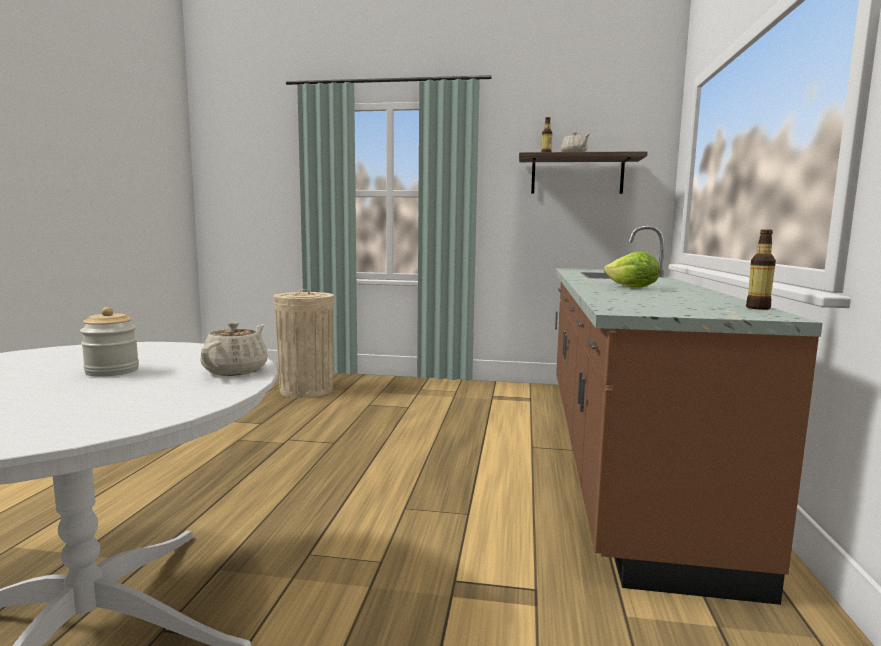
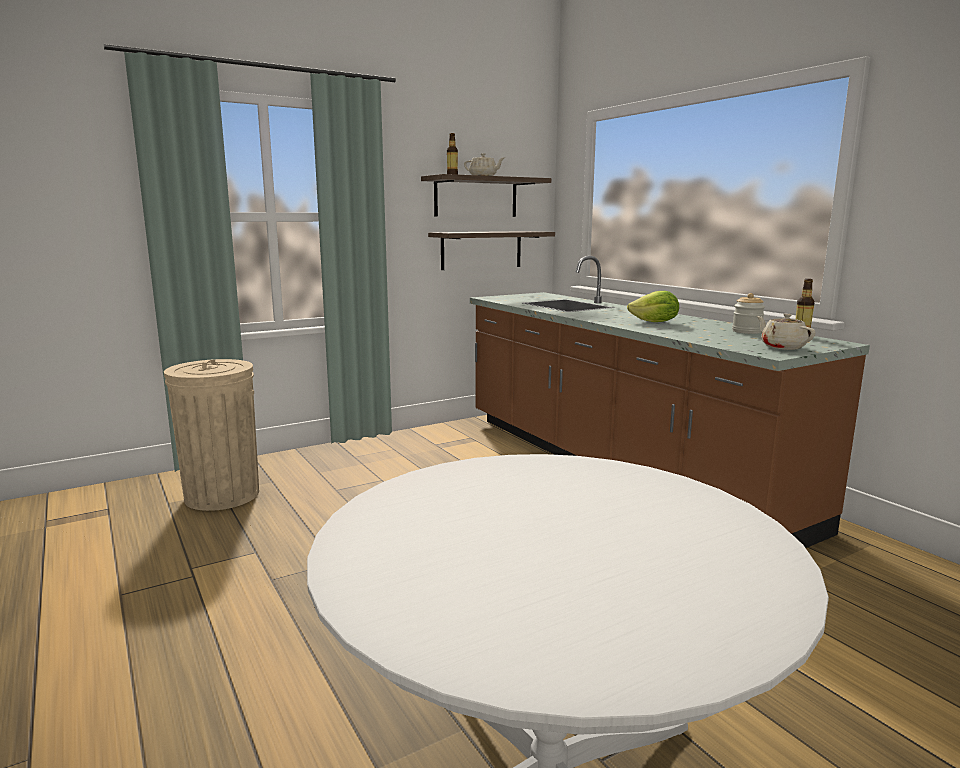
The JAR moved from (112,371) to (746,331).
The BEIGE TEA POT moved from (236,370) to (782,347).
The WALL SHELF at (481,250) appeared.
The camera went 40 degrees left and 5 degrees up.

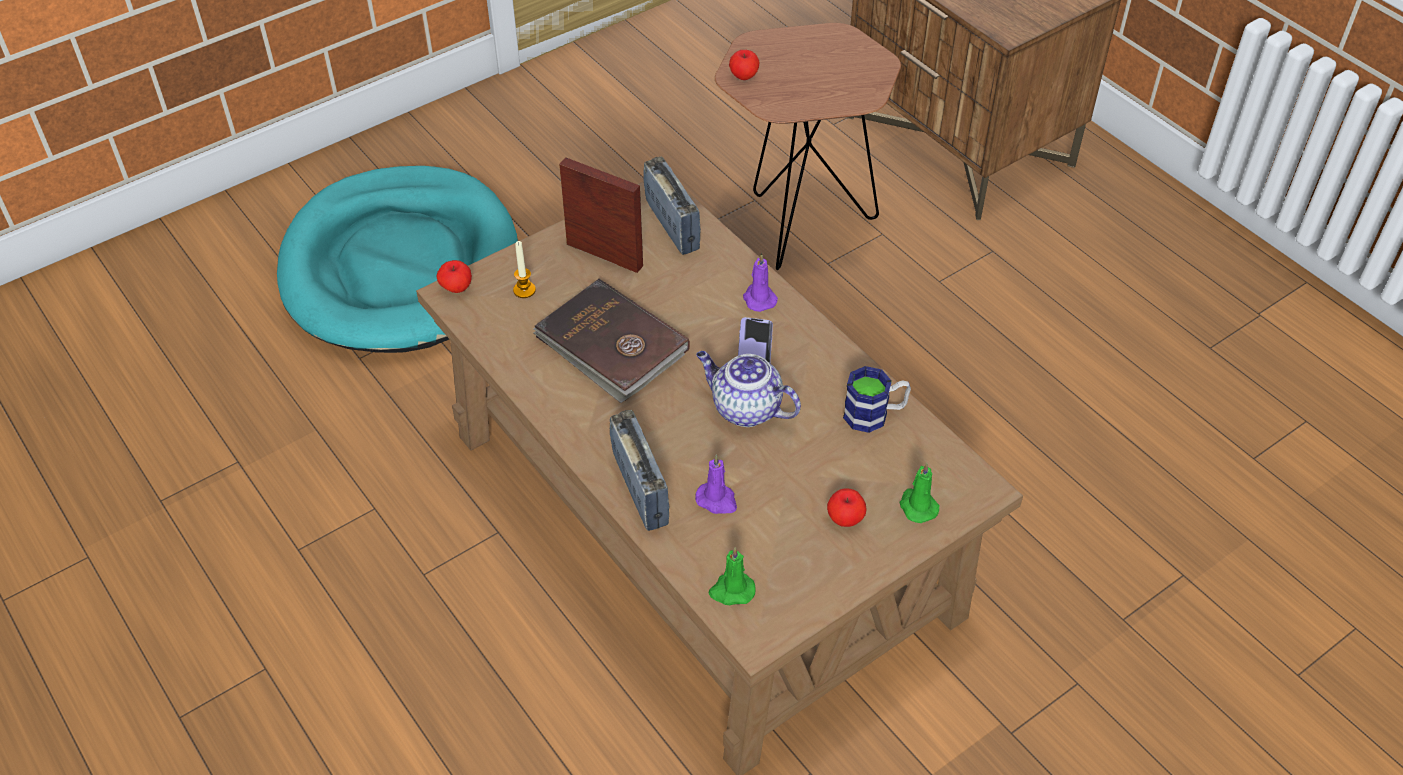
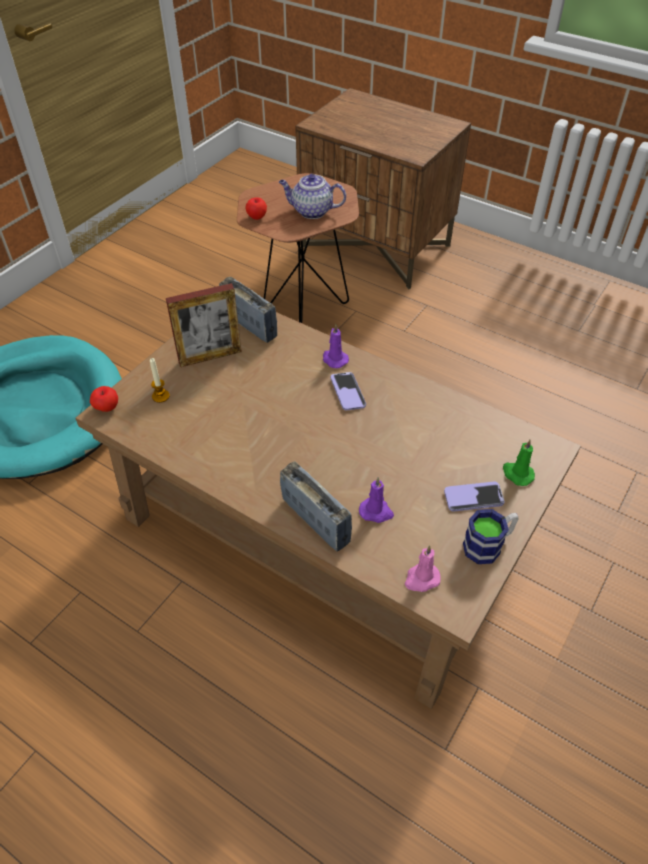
The STANDING FRAME at (604,255) turned 150 degrees clockwise.
The BROWN BOOK at (611,346) disappeared.
The TEA POT moved from (745,408) to (311,211).
The TEA MUG moved from (874,414) to (488,545).
The APPLE at (845,518) was replaced by the TELEPHONE at (473,497).
The GREEN WAX LIGHT at (731,591) became the PINK WAX LIGHT at (421,579).
The camera went 20 degrees left and 0 degrees up.

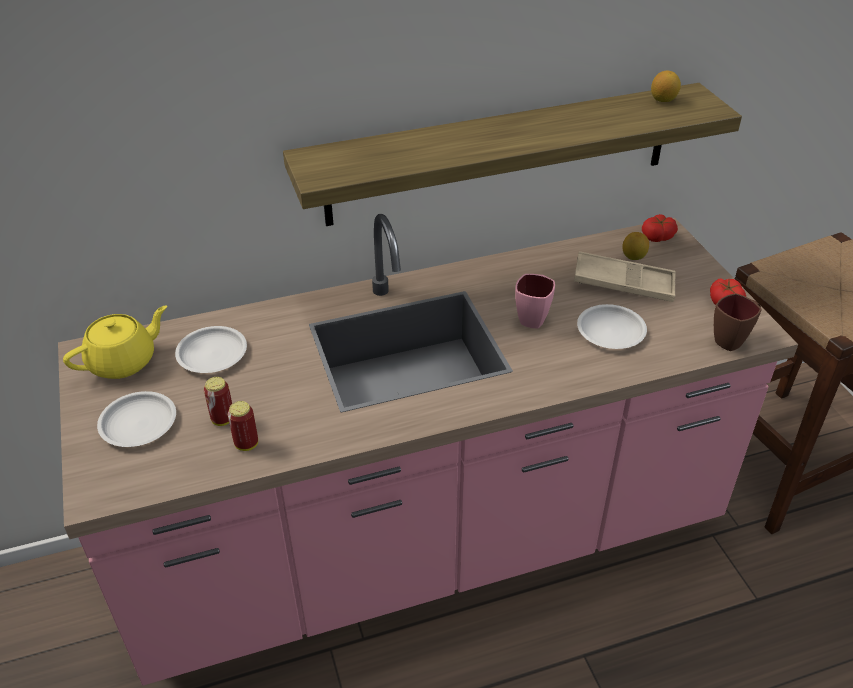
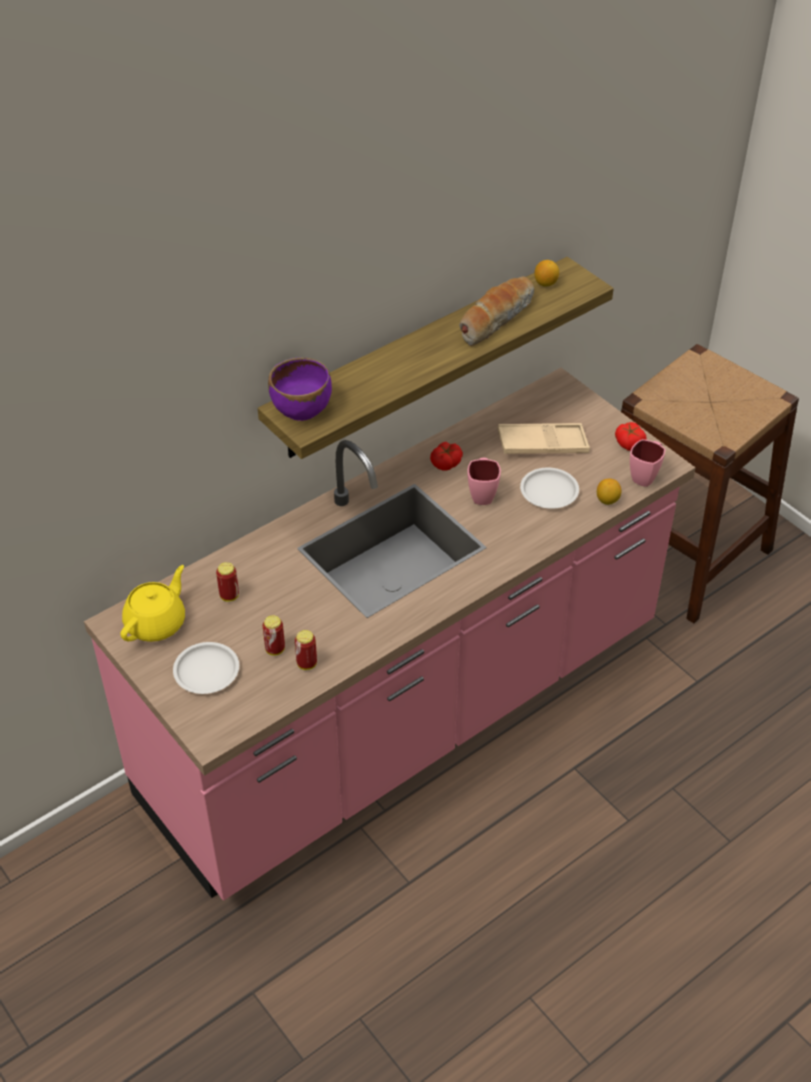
The WHOLE TOMATO moved from (658,236) to (446,463).
The CITRUS FRUIT moved from (633,257) to (607,500).
The BROWN TEA MUG at (733,339) became the PINK TEA MUG at (645,476).
The WHITE PLATE at (212,353) was replaced by the CAN at (229,596).
The BAKED BREAD at (495,318) appeared.
The PURPLE-COLOURED BOWL at (302,409) appeared.
The camera went 20 degrees left and 5 degrees up.

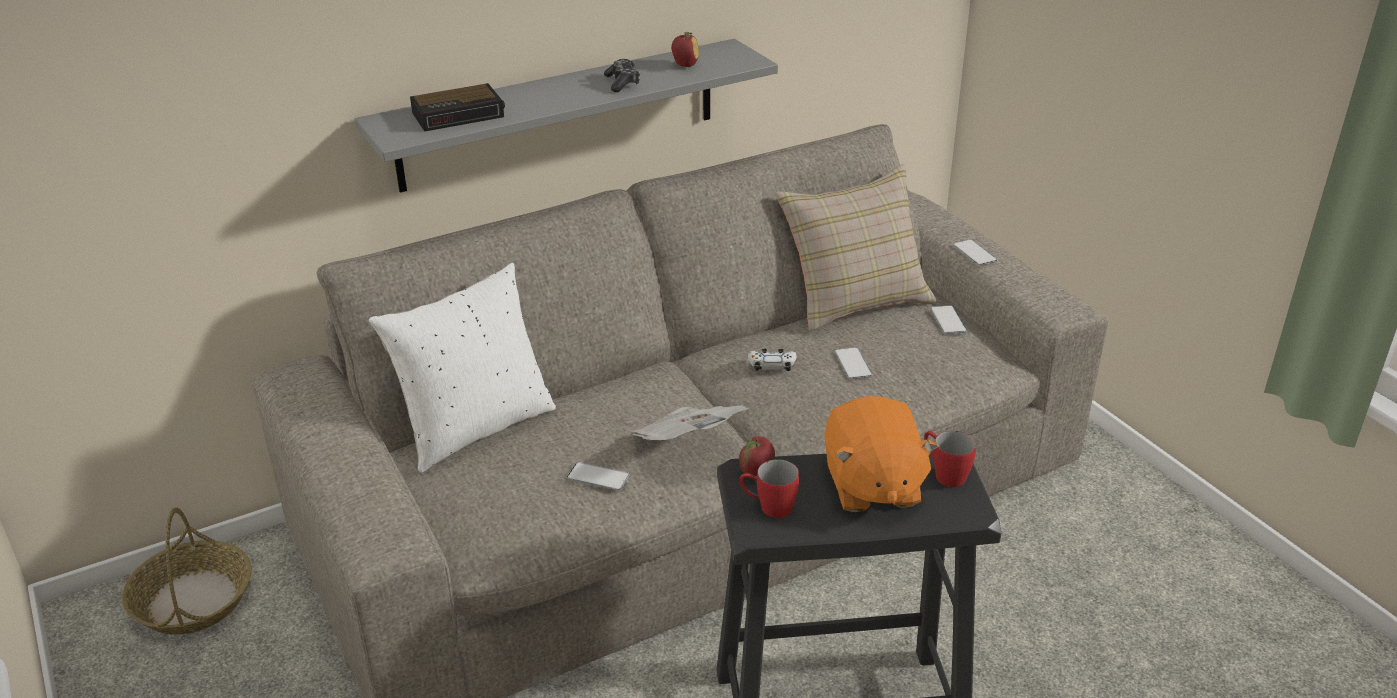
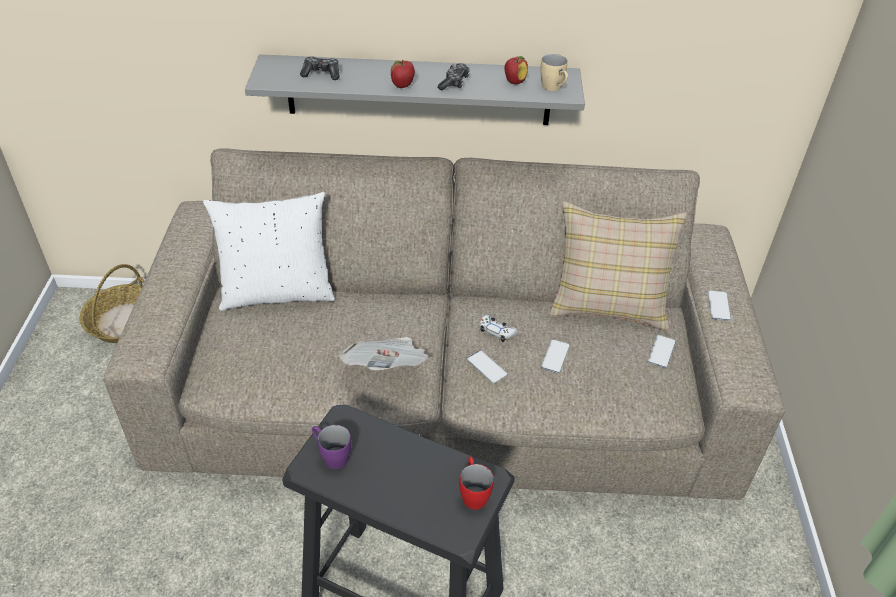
The TABLE CLOCK at (460,114) was replaced by the JOYPAD at (321,74).
The ORANGEY CUDDLY TOY at (871,486) disappeared.
The APPLE moved from (756,473) to (403,86).
The REDDISH TEA MUG at (768,507) became the PURPLE-COLOURED TEA MUG at (331,455).
The TELEPHONE moved from (598,476) to (487,367).
The BEIGE TEA MUG at (554,88) appeared.
The camera went 30 degrees right and 10 degrees up.

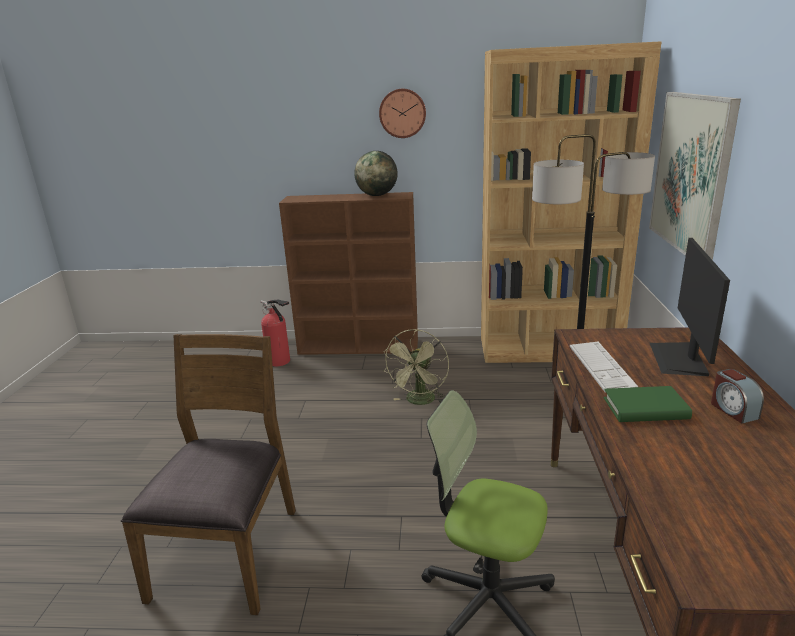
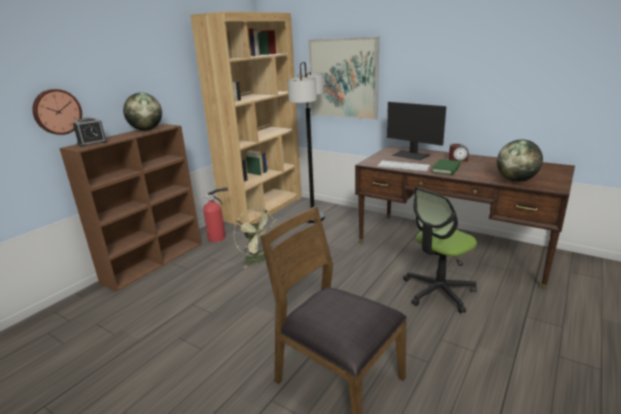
The WALL CLOCK moved from (402,113) to (56,112).
The FIRE-FIGHTING CYLINDER moved from (280,362) to (218,237).
The TABLE CLOCK at (92,143) appeared.
The DESK GLOBE at (516,180) appeared.
The camera went 60 degrees left and 0 degrees up.

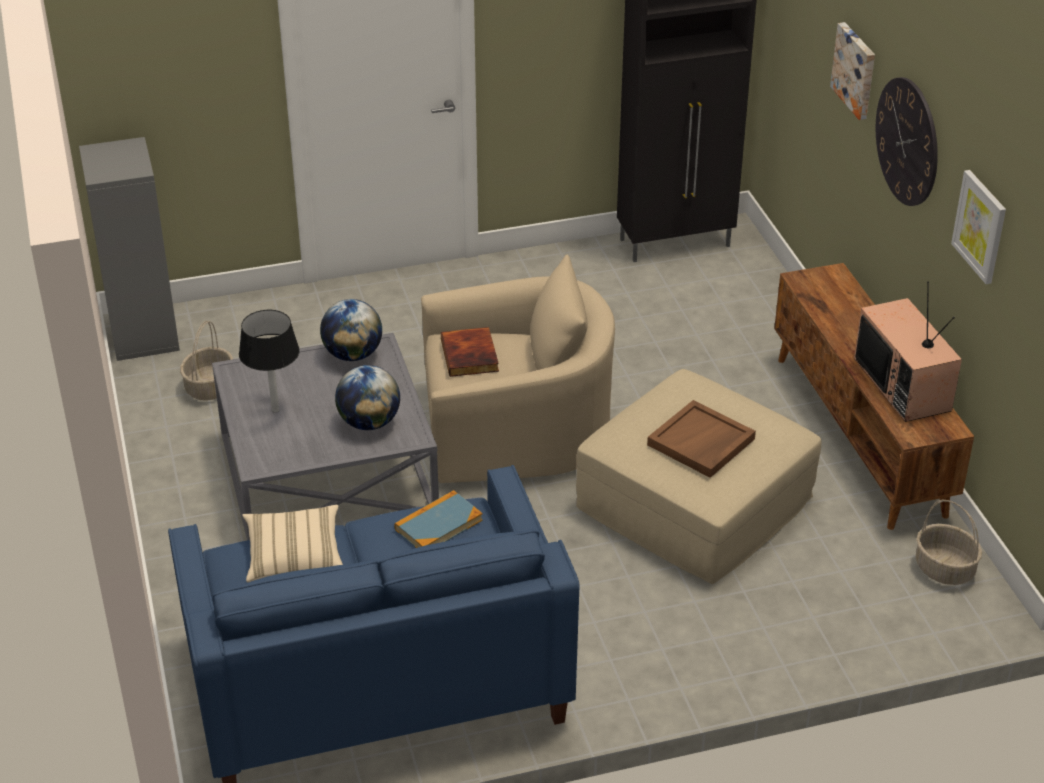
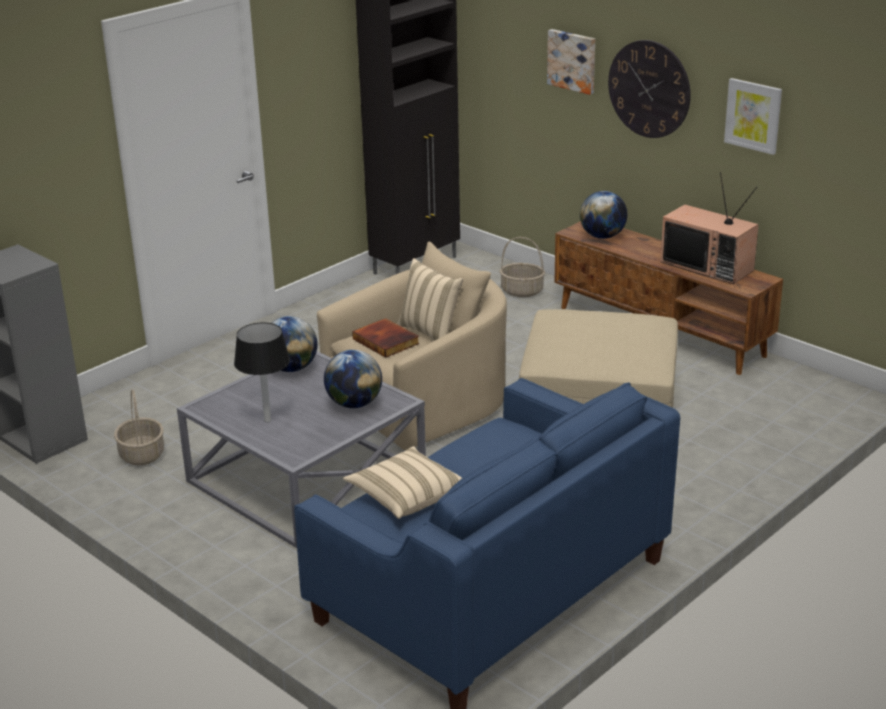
The BROWN TRAY at (701,442) disappeared.
The BOOK at (438,525) disappeared.
The BASKET moved from (943,569) to (521,291).
The DESK GLOBE at (602,236) appeared.
The BEIGE CUSHION at (431,332) appeared.
The camera went 30 degrees left and 10 degrees down.

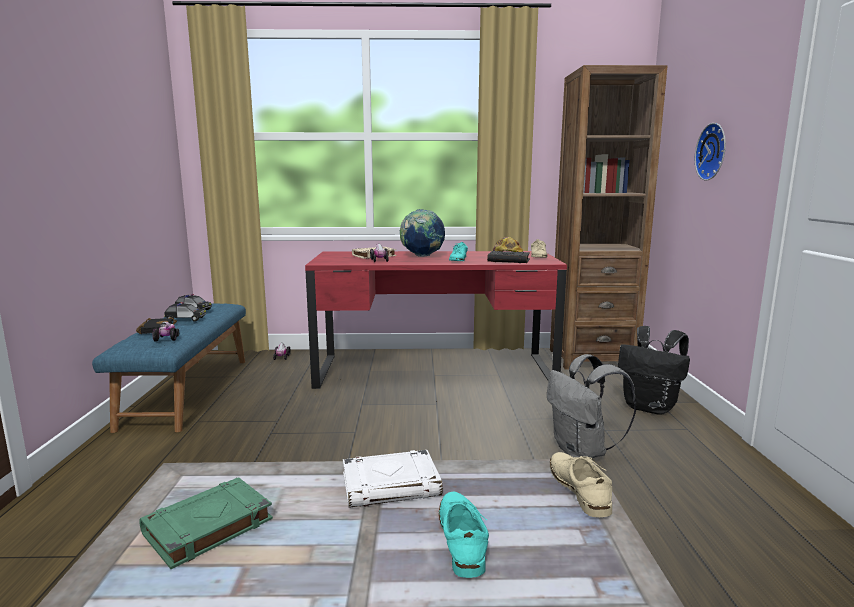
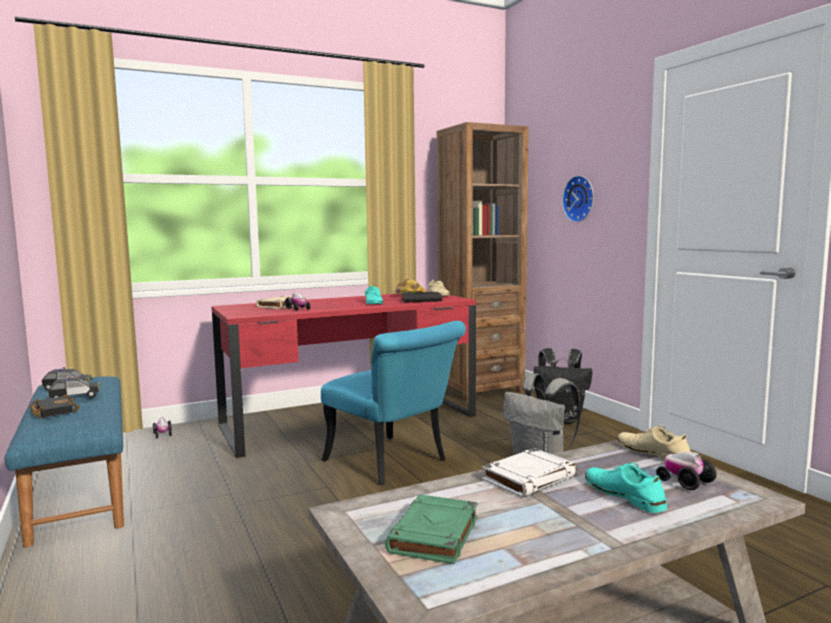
The DESK GLOBE at (422,256) disappeared.
The MINIATURE CAR moved from (167,339) to (684,482).
The BLUE-GREEN UPRIGHT CHAIR at (394,463) appeared.
The camera went 25 degrees left and 5 degrees down.

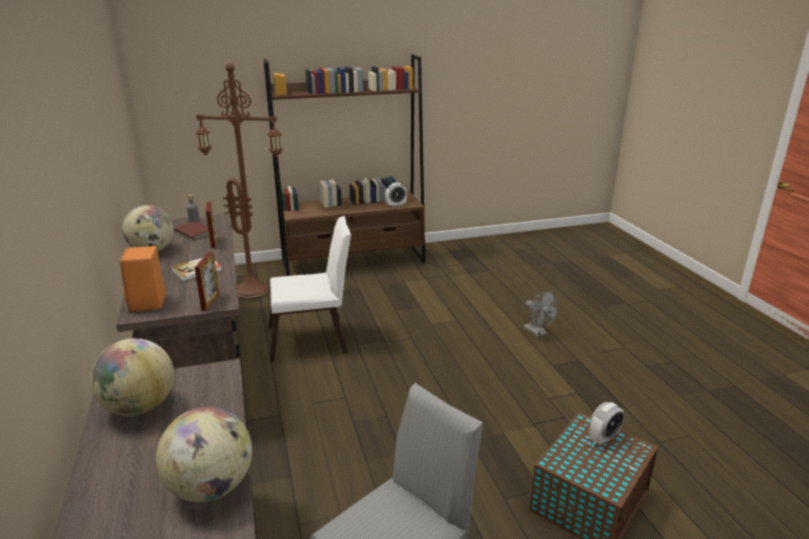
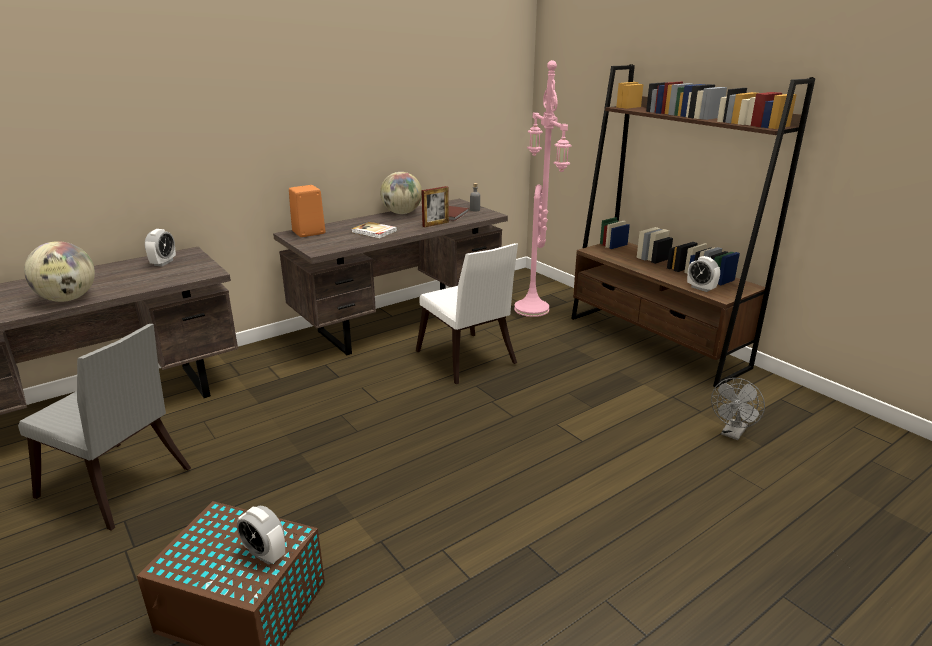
The BROWN STANDING LAMP at (254,290) became the PINK STANDING LAMP at (534,309).
The STANDING FRAME at (210,301) disappeared.
The GRAY ELECTRIC FAN moved from (538,333) to (732,433).
The DESK GLOBE at (140,407) was replaced by the TABLE CLOCK at (163,263).
The camera went 70 degrees right and 0 degrees up.

